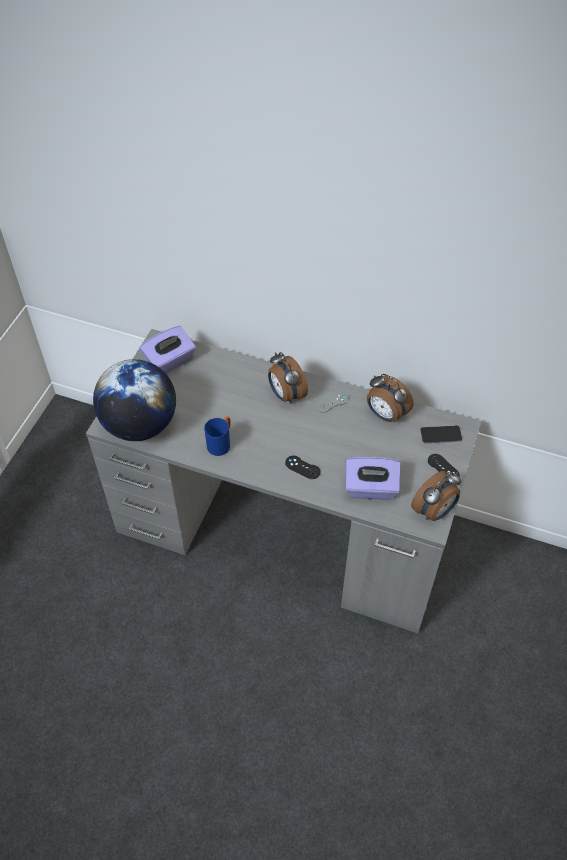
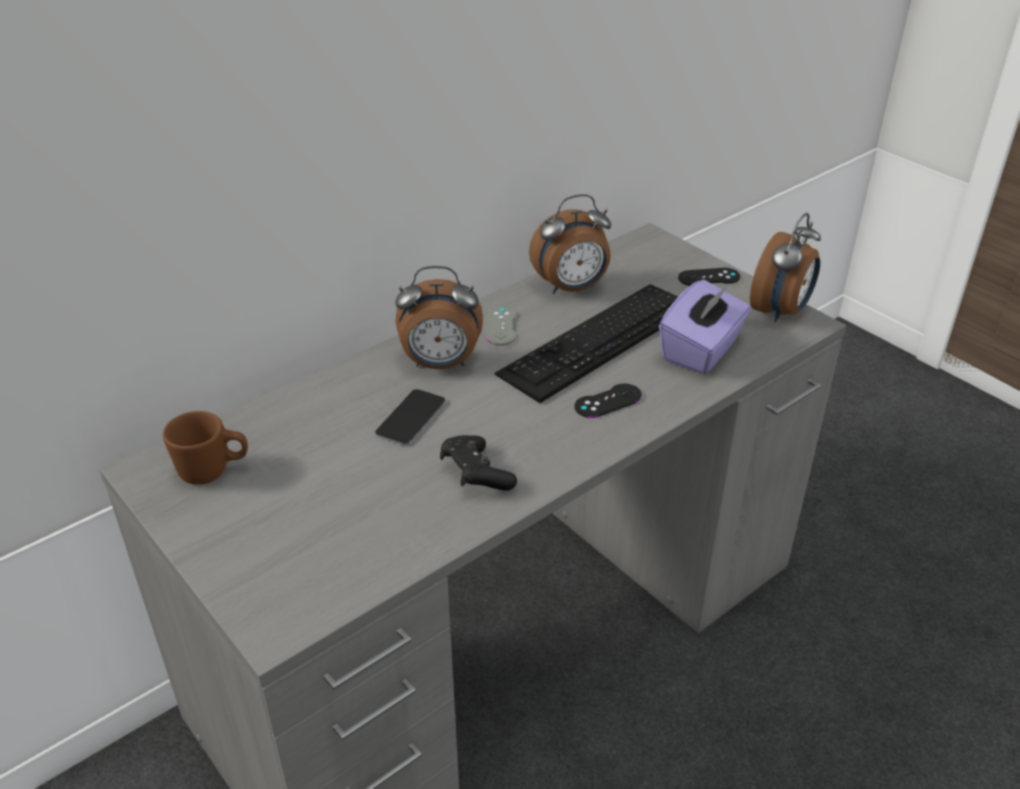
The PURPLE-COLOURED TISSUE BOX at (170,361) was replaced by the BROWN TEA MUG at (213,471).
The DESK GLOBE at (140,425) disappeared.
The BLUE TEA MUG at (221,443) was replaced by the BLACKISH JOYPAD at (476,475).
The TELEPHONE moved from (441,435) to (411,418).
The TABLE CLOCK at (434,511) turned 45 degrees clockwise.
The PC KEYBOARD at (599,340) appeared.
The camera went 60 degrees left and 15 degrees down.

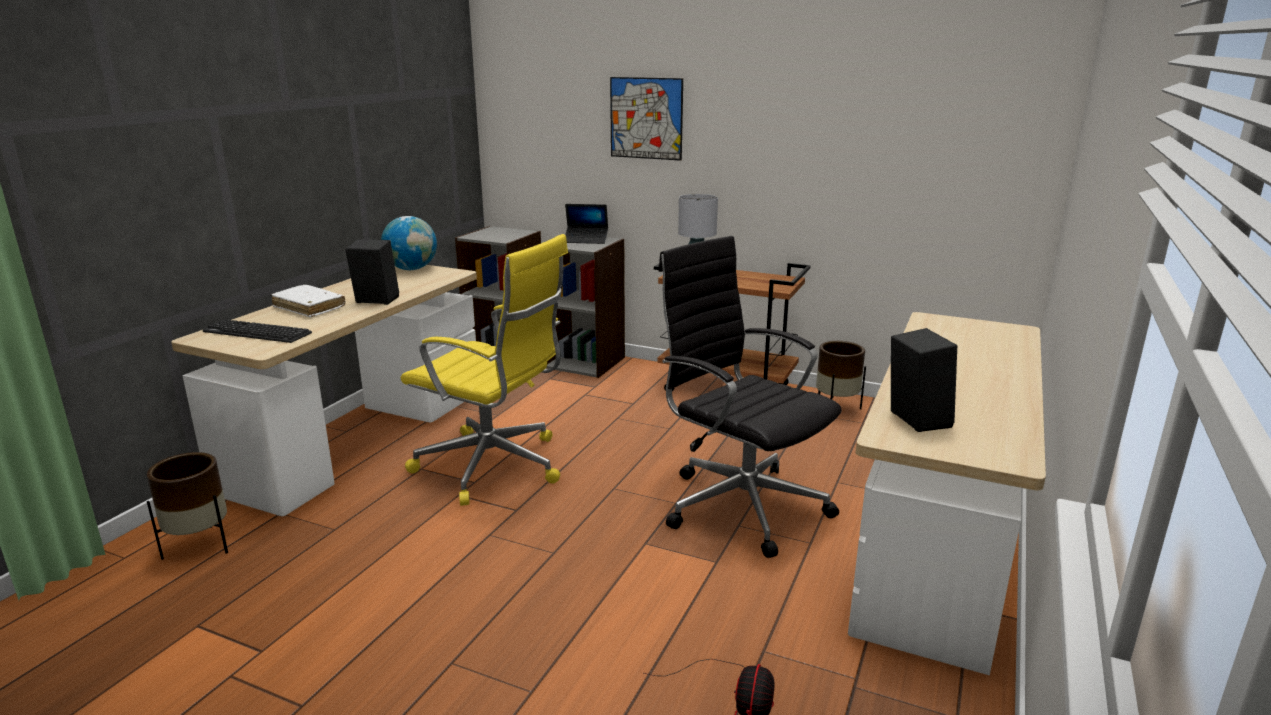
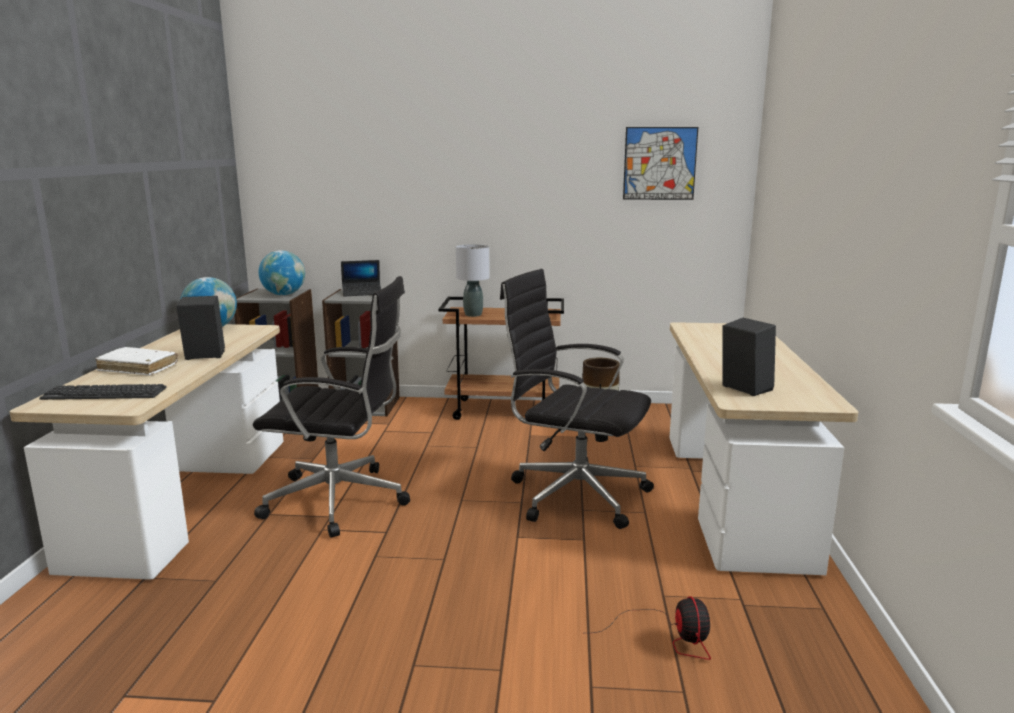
The PICTURE moved from (646,118) to (659,163).
The YELLOW DESK CHAIR at (494,467) became the BLACKISH DESK CHAIR at (340,501).
The BROWN PLANTER at (200,545) disappeared.
The DESK GLOBE at (284,294) appeared.
The camera went 20 degrees left and 5 degrees down.

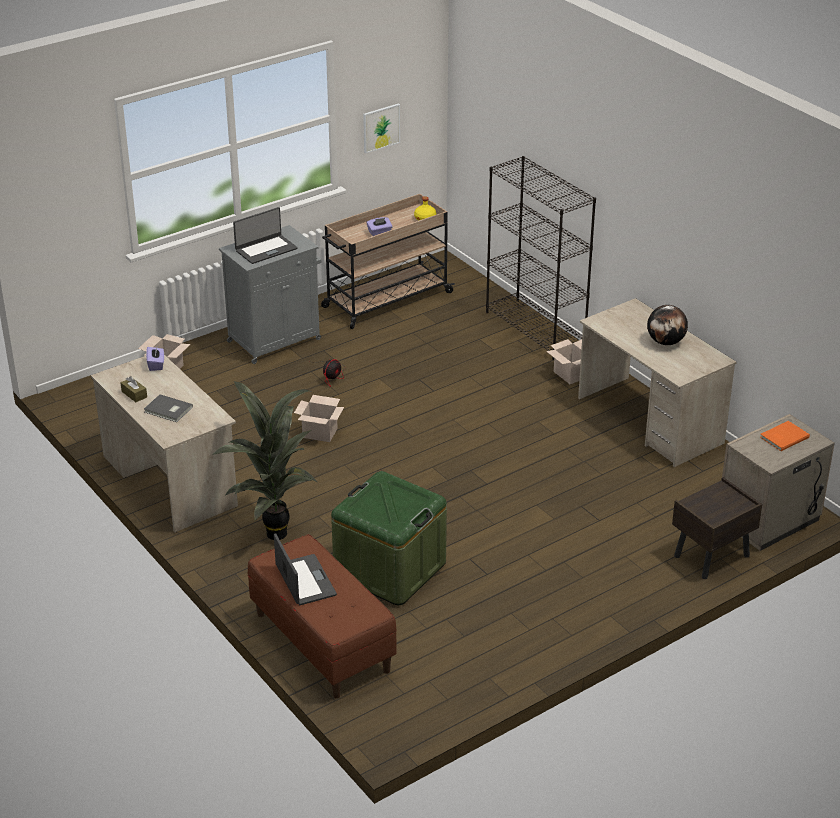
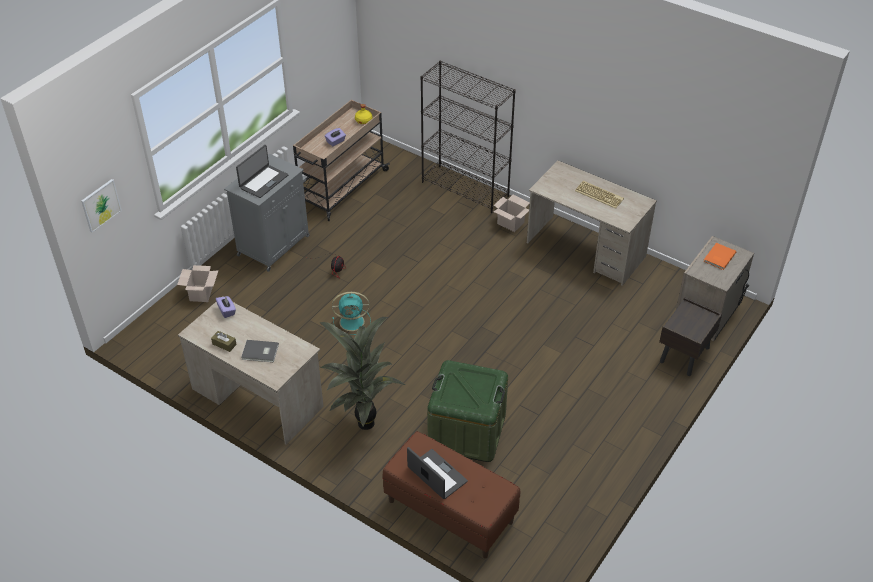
The PICTURE moved from (381,128) to (101,205).
The DESK GLOBE at (666,342) was replaced by the PC KEYBOARD at (600,195).
The PACKING BOX at (321,433) was replaced by the BLUE-GREEN ELECTRIC FAN at (353,322).
The camera went 20 degrees left and 10 degrees up.

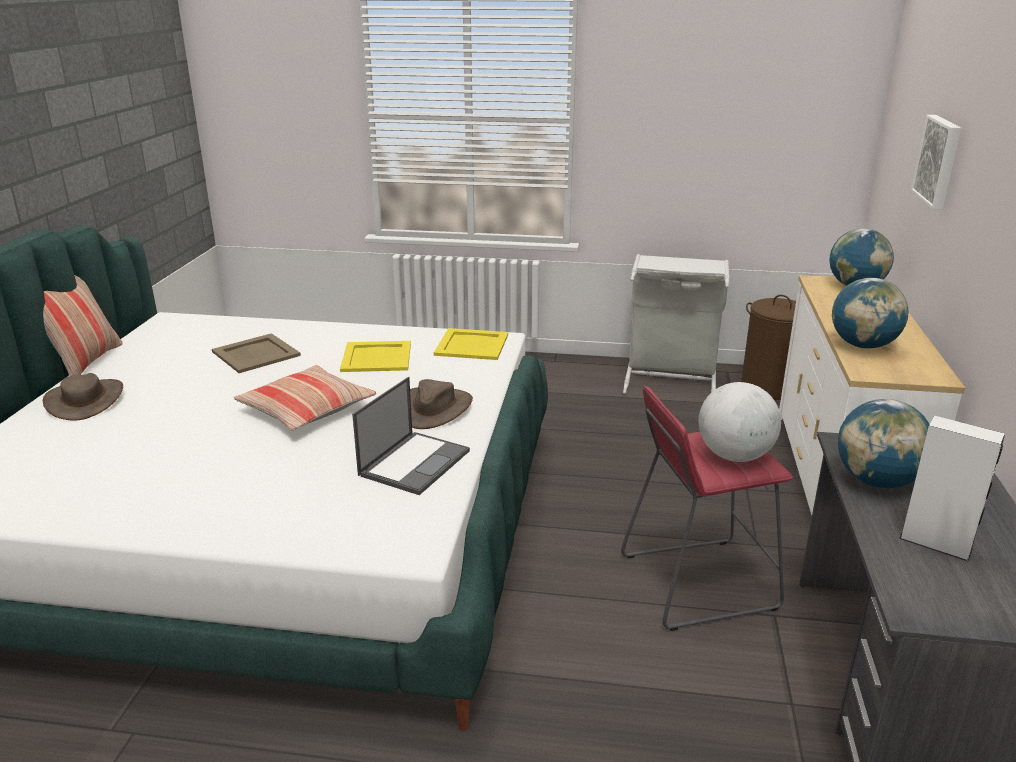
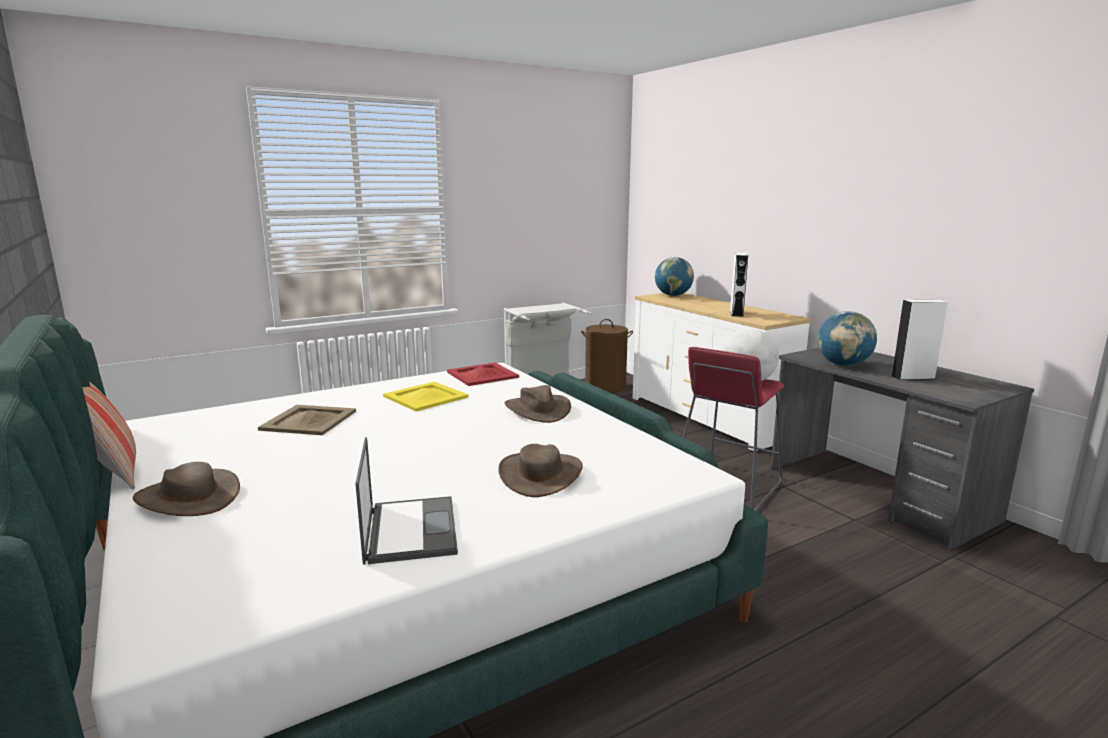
The PICTURE at (939,161) disappeared.
The DESK GLOBE at (863,345) was replaced by the WHITE LOUDSPEAKER at (736,313).
The YELLOW TRAY at (471,345) became the REDDISH TRAY at (482,375).
The CUSHION at (307,409) disappeared.
The LAPTOP moved from (415,462) to (410,529).
The BROWN CLOTHING HAT at (541,474) appeared.
The camera went 40 degrees left and 10 degrees down.

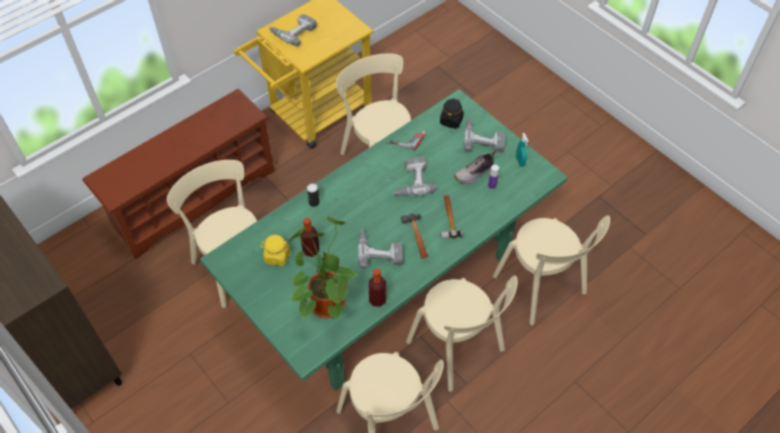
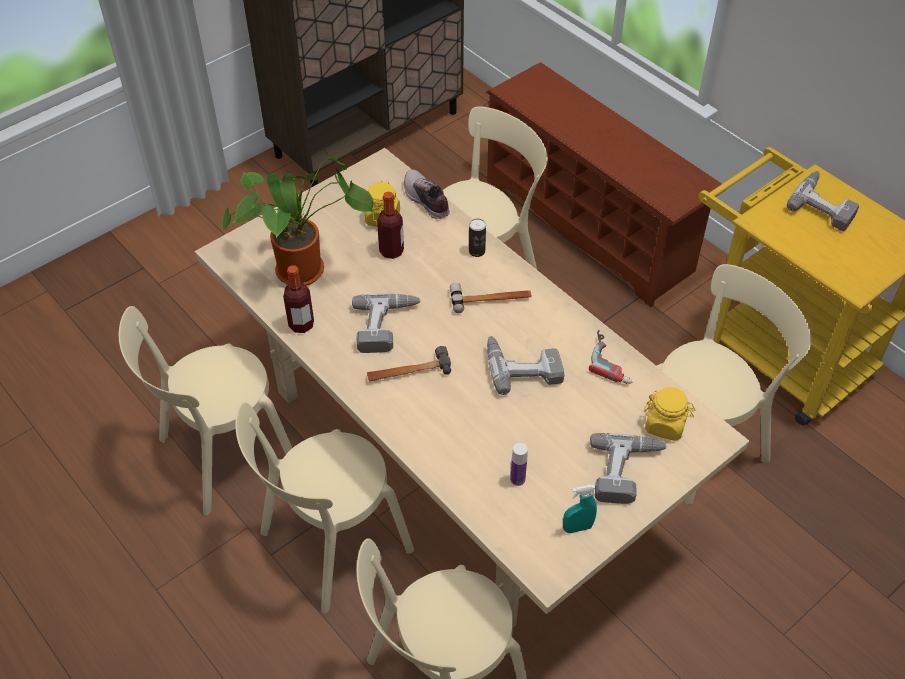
The GREEN DINNER TABLE at (390,281) became the BEIGE DINNER TABLE at (454,456).
The BLACKISH JAR at (451,120) became the YELLOW JAR at (665,425).
The SHOE moved from (474,173) to (426,200).
The HAMMER moved from (448,218) to (491,299).
The camera went 90 degrees right and 5 degrees down.

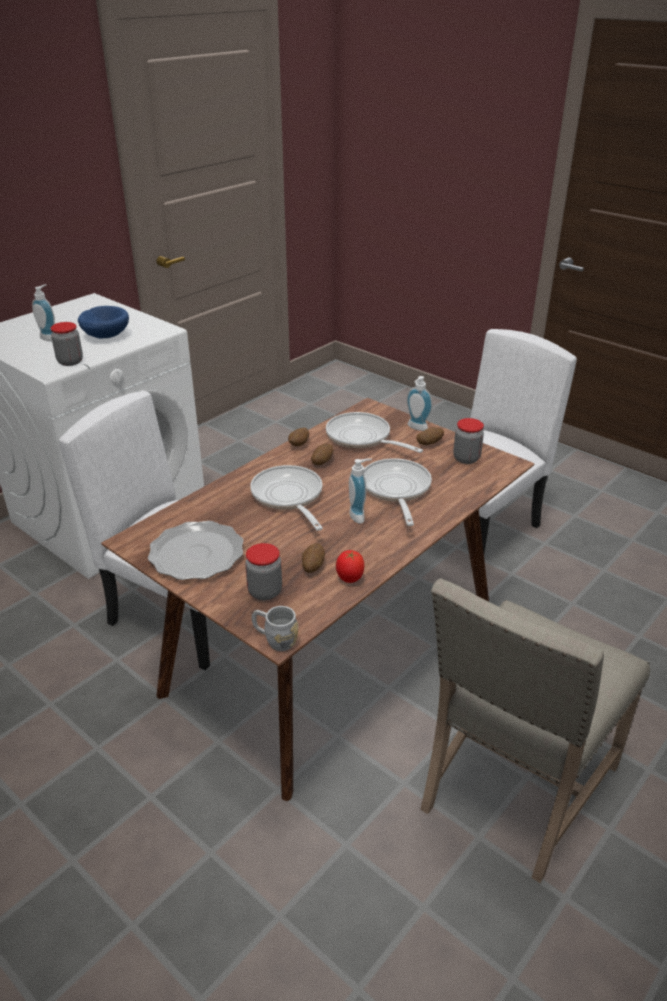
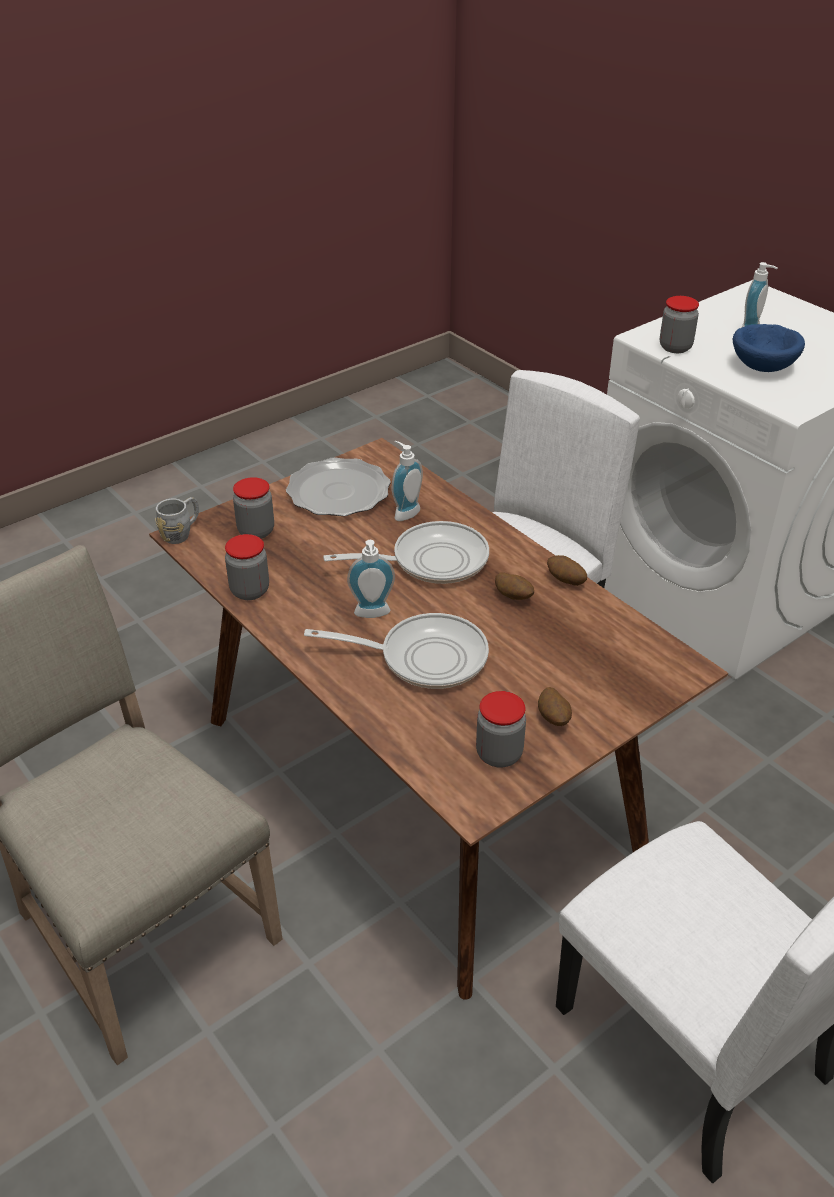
The SOAP BOTTLE moved from (416,428) to (404,512).
The SKILLET at (362,438) disappeared.
The POTATO at (312,567) disappeared.
The WHOLE TOMATO at (349,579) was replaced by the JAR at (250,591).
The camera went 100 degrees right and 5 degrees up.

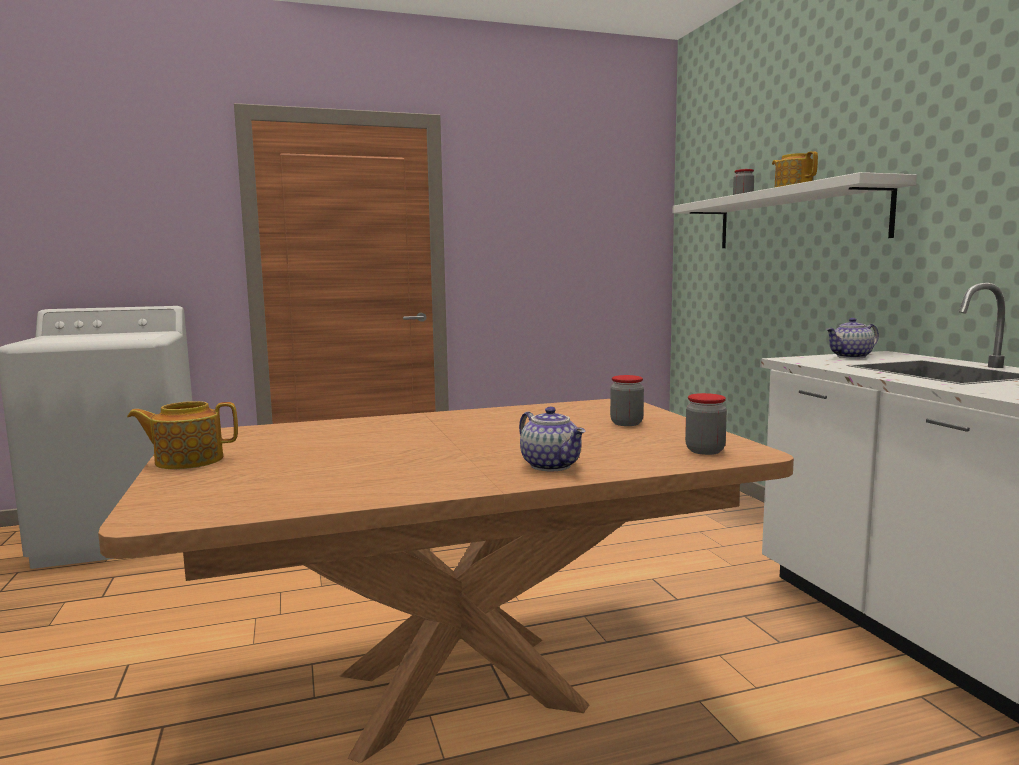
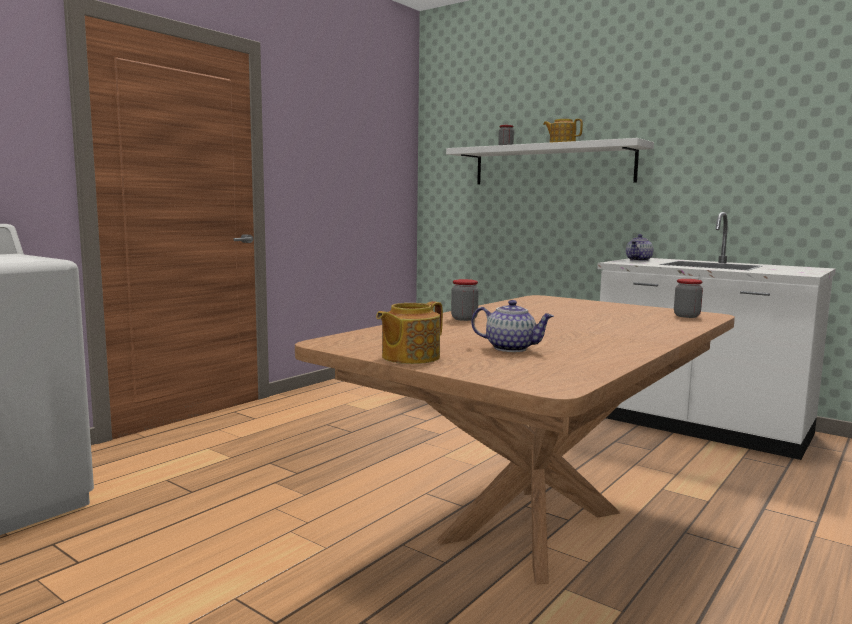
The JAR moved from (626,423) to (464,319).
The TEA POT moved from (552,465) to (511,348).
The camera went 35 degrees left and 0 degrees up.

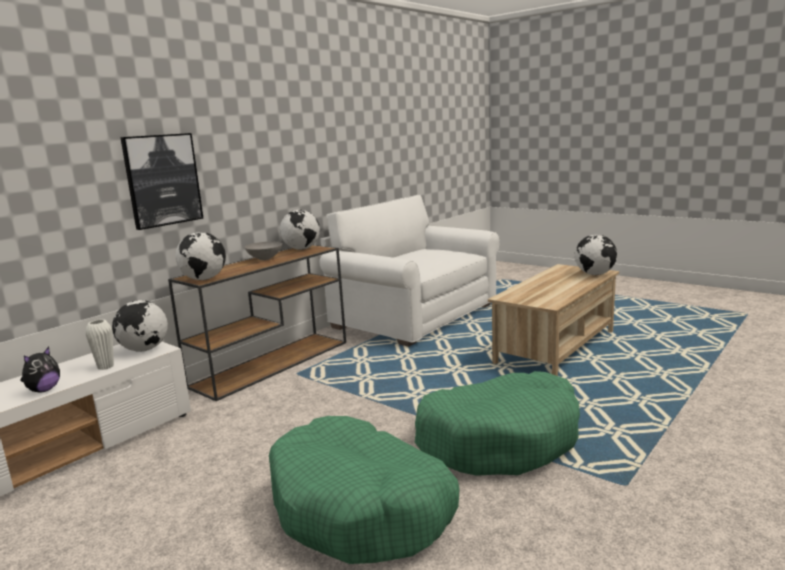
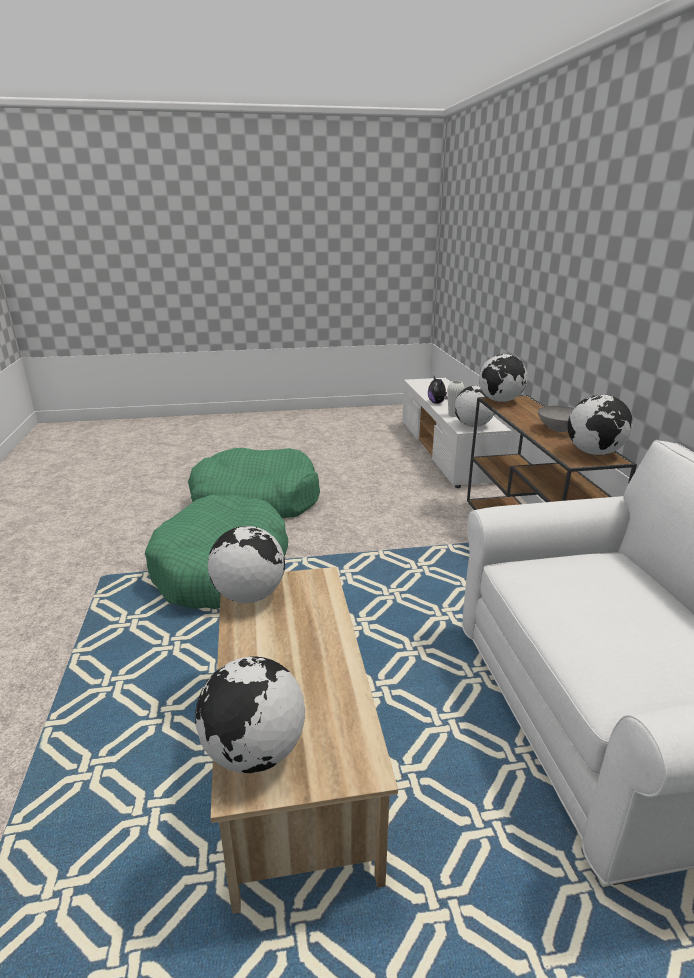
The PICTURE at (162,180) disappeared.
The DESK GLOBE at (249,595) appeared.
The camera went 130 degrees right and 10 degrees up.

